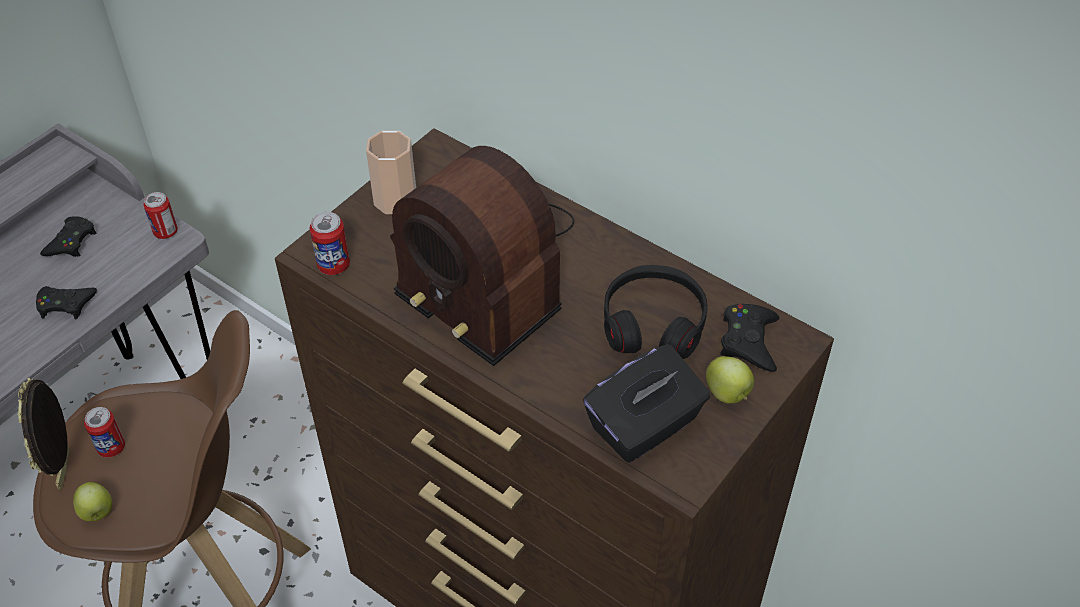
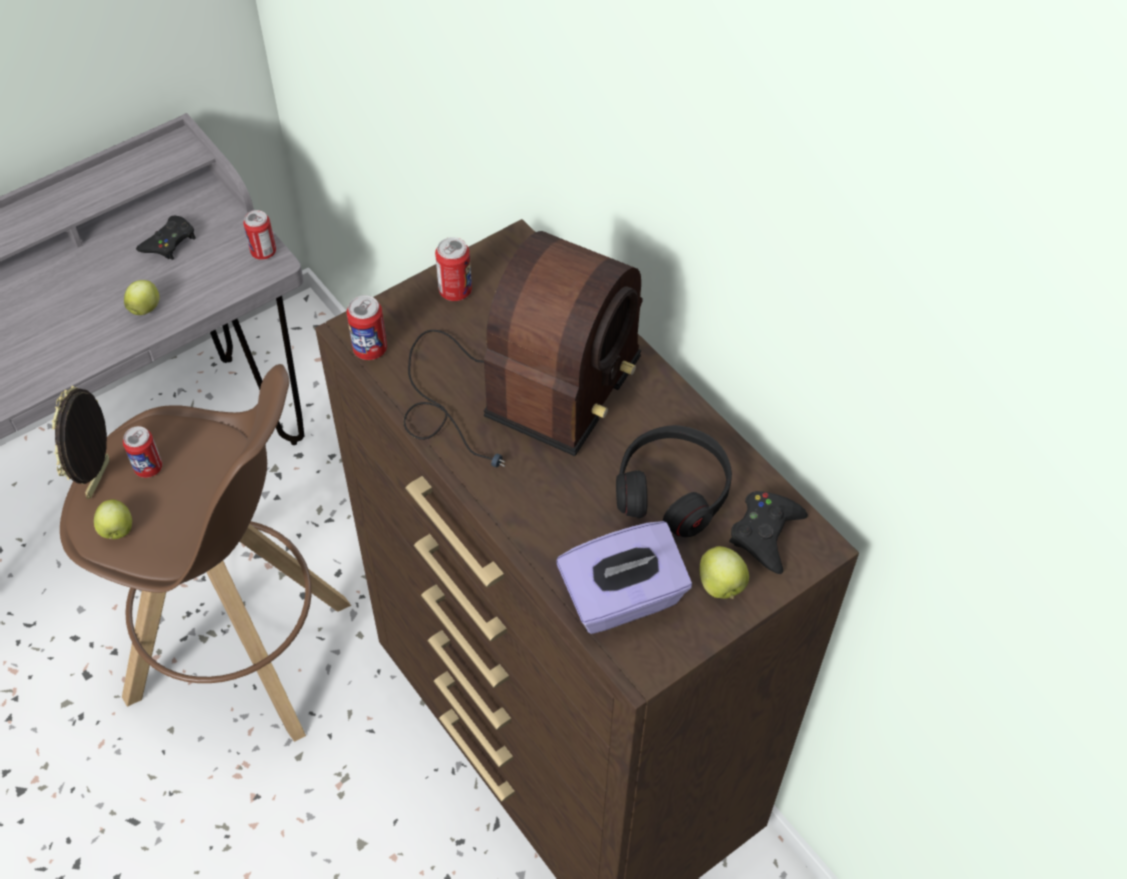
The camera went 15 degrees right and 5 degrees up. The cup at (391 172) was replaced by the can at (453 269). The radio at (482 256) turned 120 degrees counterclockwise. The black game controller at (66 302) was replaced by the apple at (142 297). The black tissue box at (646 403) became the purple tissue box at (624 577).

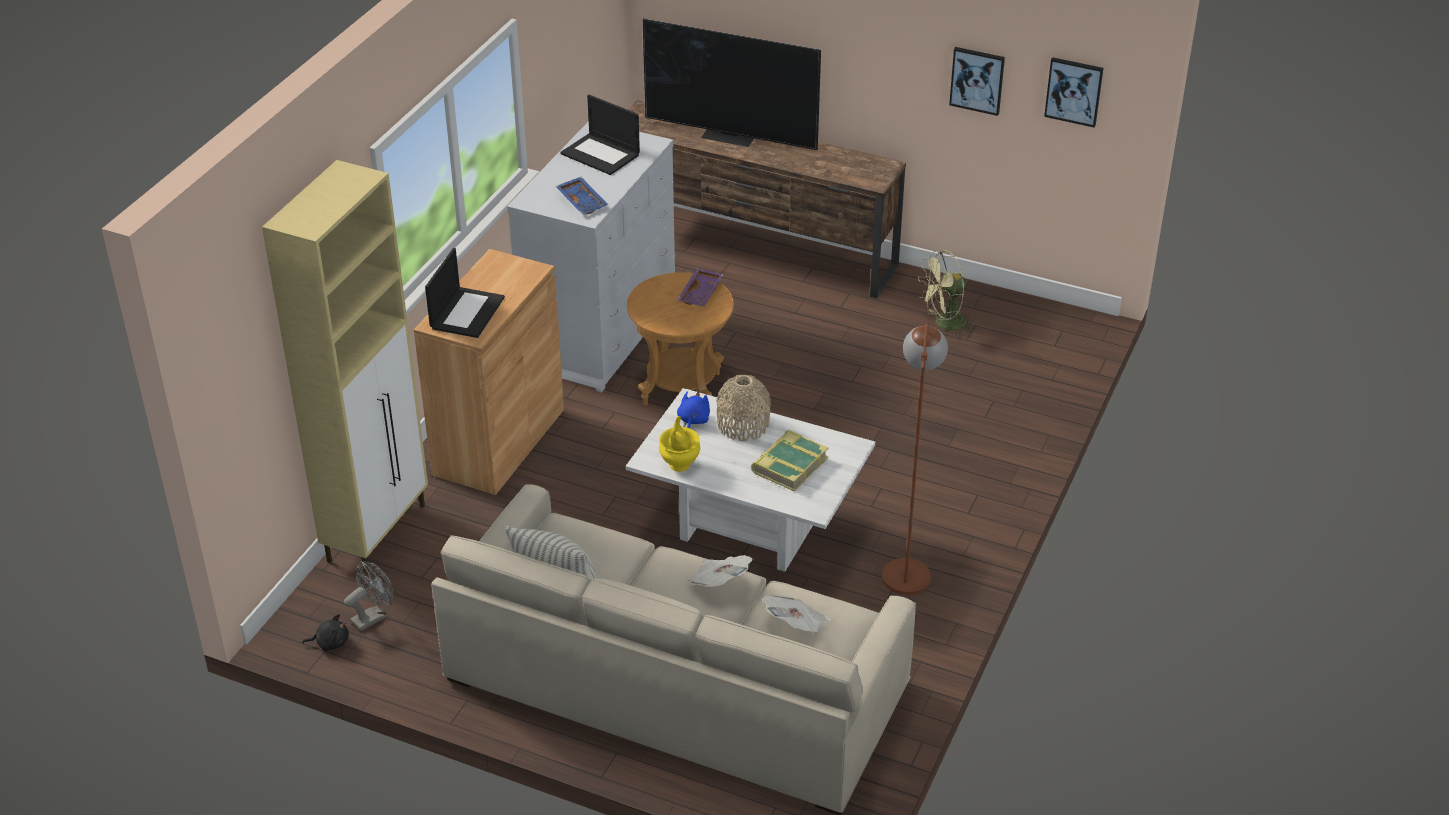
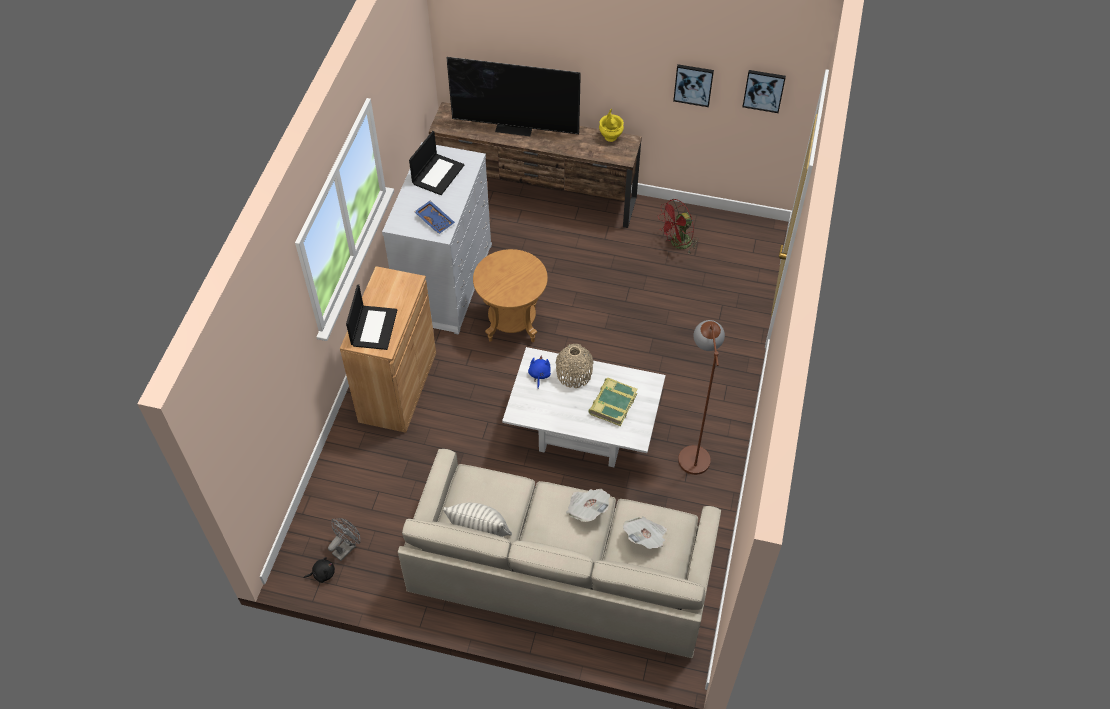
The camera went 10 degrees left and 15 degrees up. The laptop at (600 135) turned 90 degrees counterclockwise. The beige cabinet at (345 367) disappeared. The green fan at (947 293) became the red fan at (677 226). The purple tray at (700 287) disappeared. The yellow vase moved from (679 444) to (611 125).

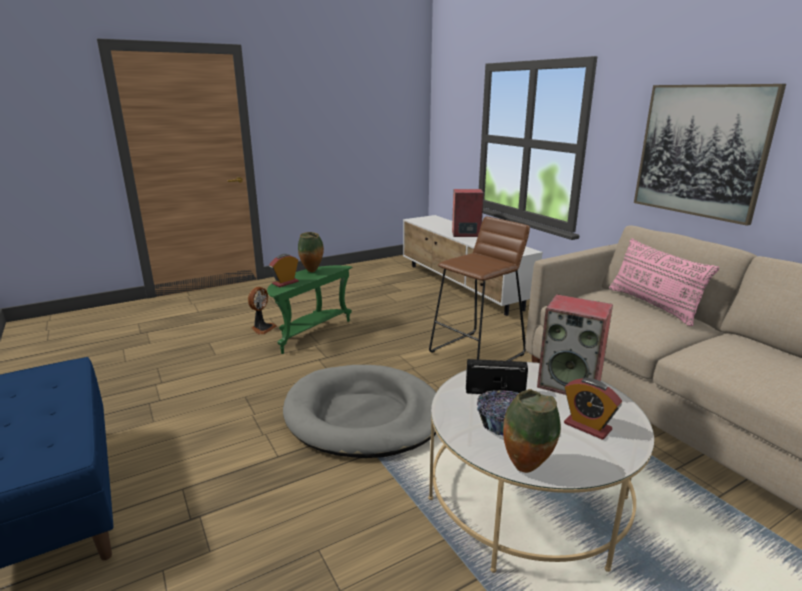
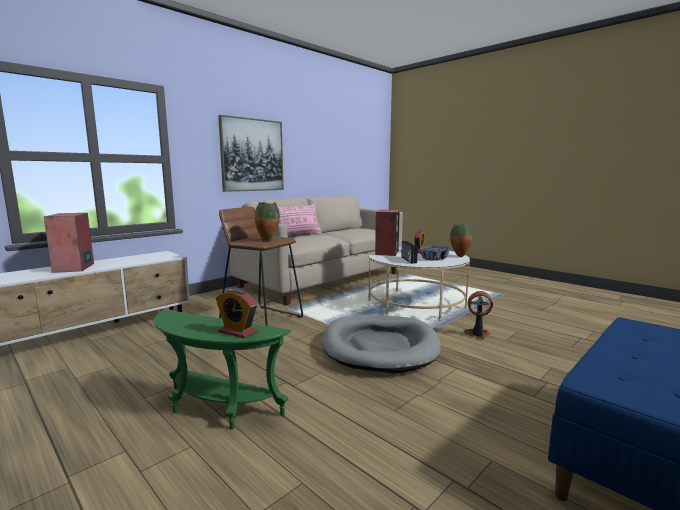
The camera went 105 degrees left and 10 degrees down. The vase moved from (311 252) to (267 221). The fan moved from (262 311) to (478 315).

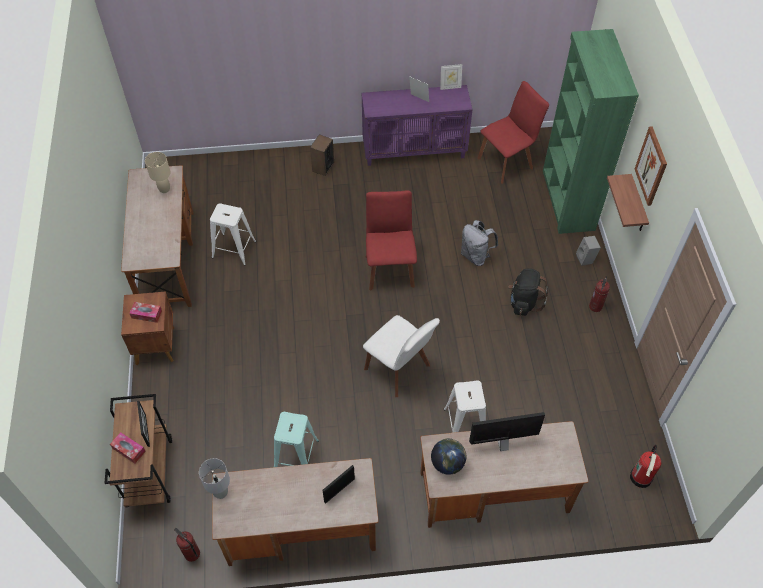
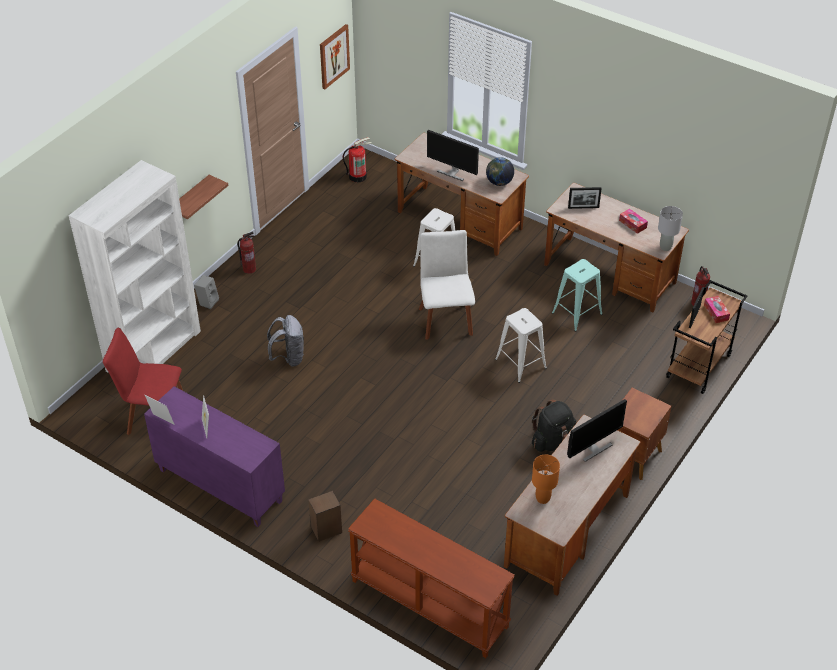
The camera went 140 degrees left and 10 degrees down. The green bookcase at (591 131) became the white bookcase at (135 266). The picture moved from (651 166) to (335 56). The beige table lamp at (158 172) became the orange table lamp at (546 479). The red chair at (391 240) disappeared. The white stool moved from (233 234) to (521 345). The black backpack moved from (528 292) to (554 425). The tissue box moved from (145 312) to (633 221). The monitor at (597 430) appeared. The brown console table at (431 578) appeared.

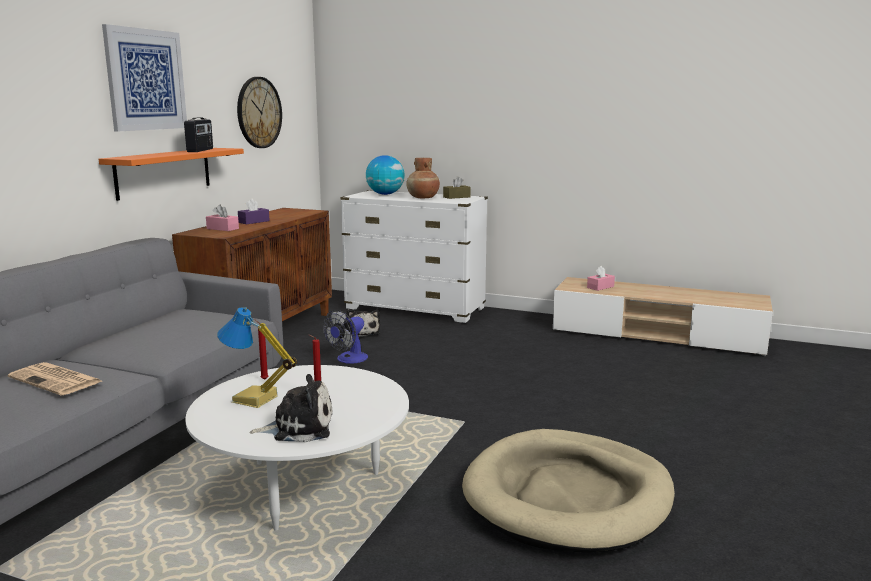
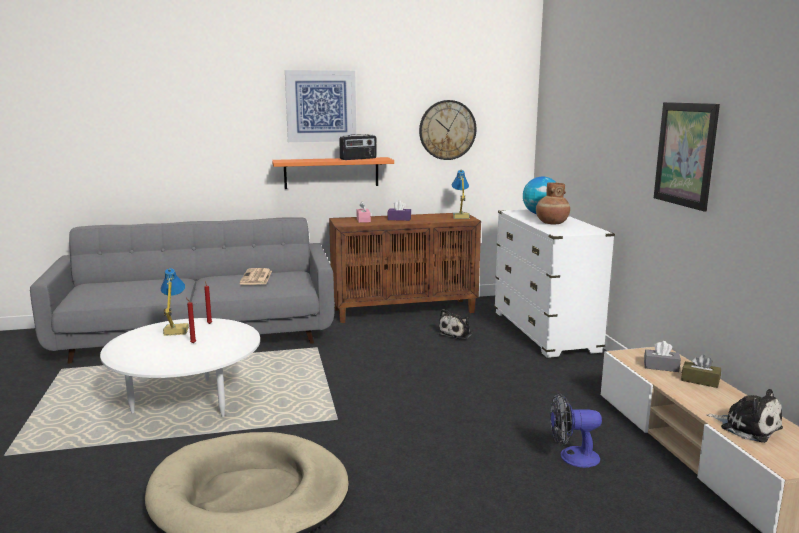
The camera went 55 degrees right and 0 degrees up. The brown tissue box moved from (457 187) to (701 371). The pink tissue box at (601 278) became the grey tissue box at (662 356). The fan moved from (345 337) to (576 430). The newspaper moved from (55 379) to (255 276). The plush toy moved from (290 408) to (744 416). The picture at (687 157) appeared. The table lamp at (461 194) appeared.

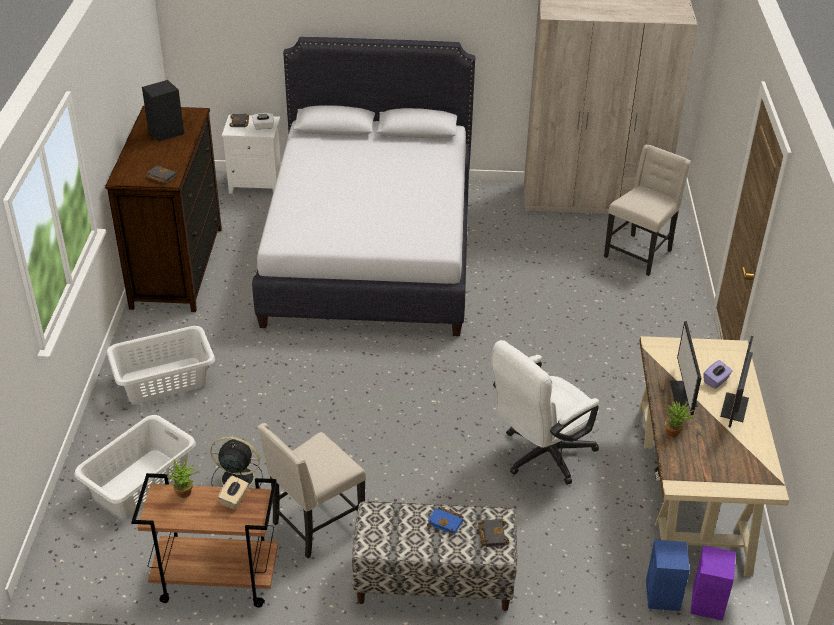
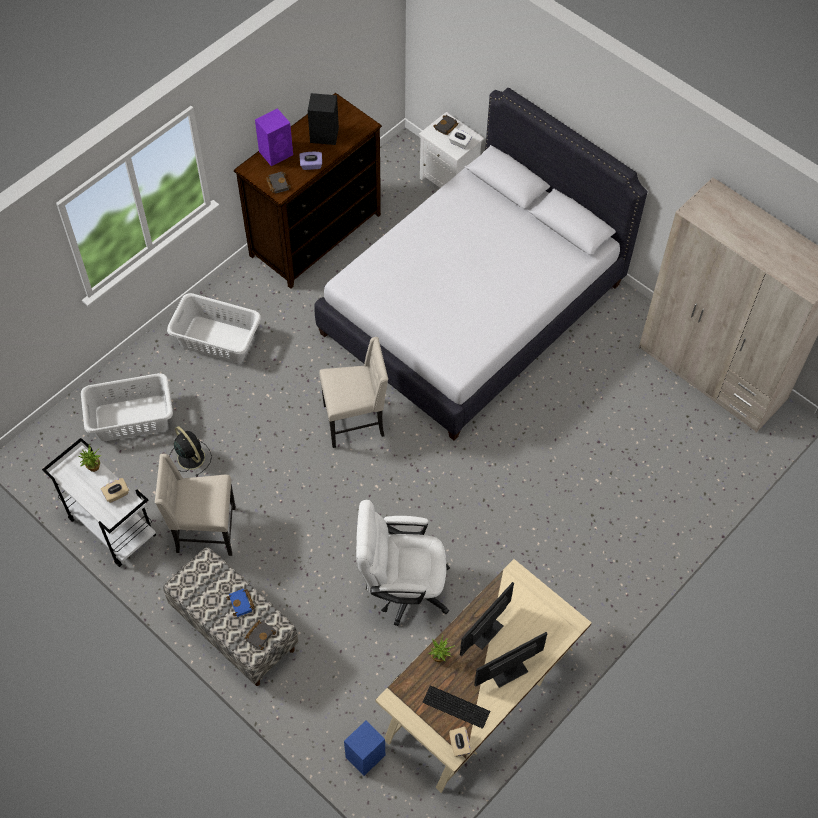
The camera went 40 degrees right and 20 degrees up. The beige chair moved from (647 210) to (353 392). The purple tissue box moved from (718 374) to (310 161). The brown cart at (205 540) became the white cart at (99 502). The purple speaker moved from (713 583) to (274 137). The keyboard at (456 707) appeared. The beige tissue box at (460 742) appeared.

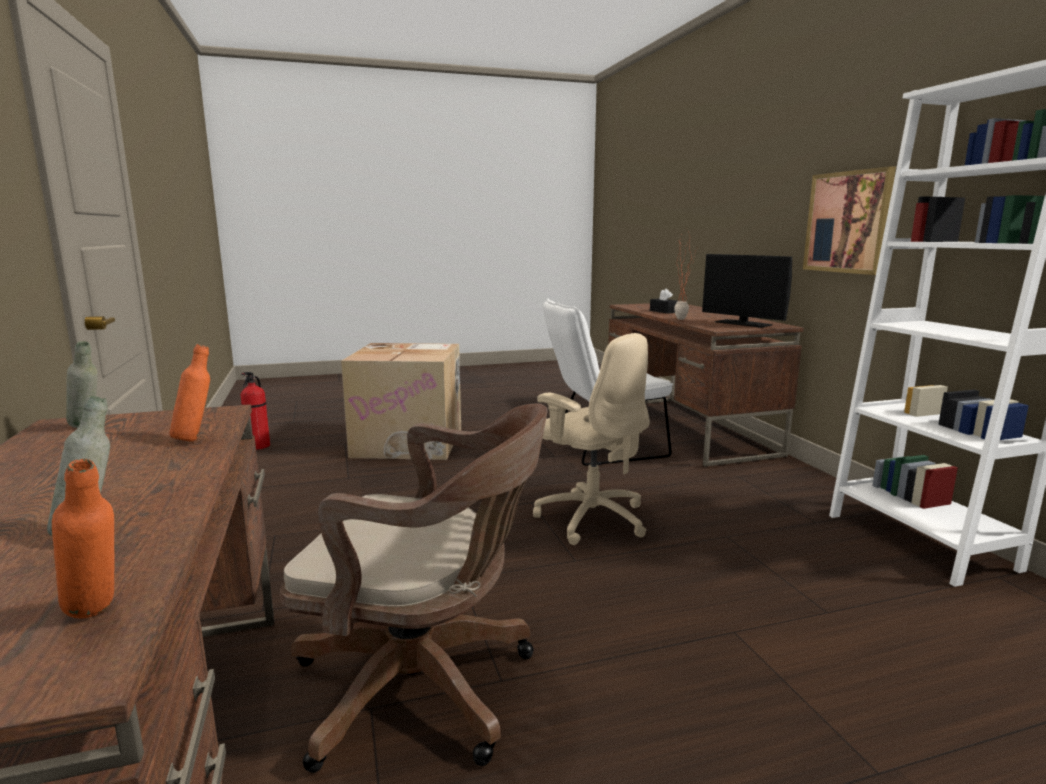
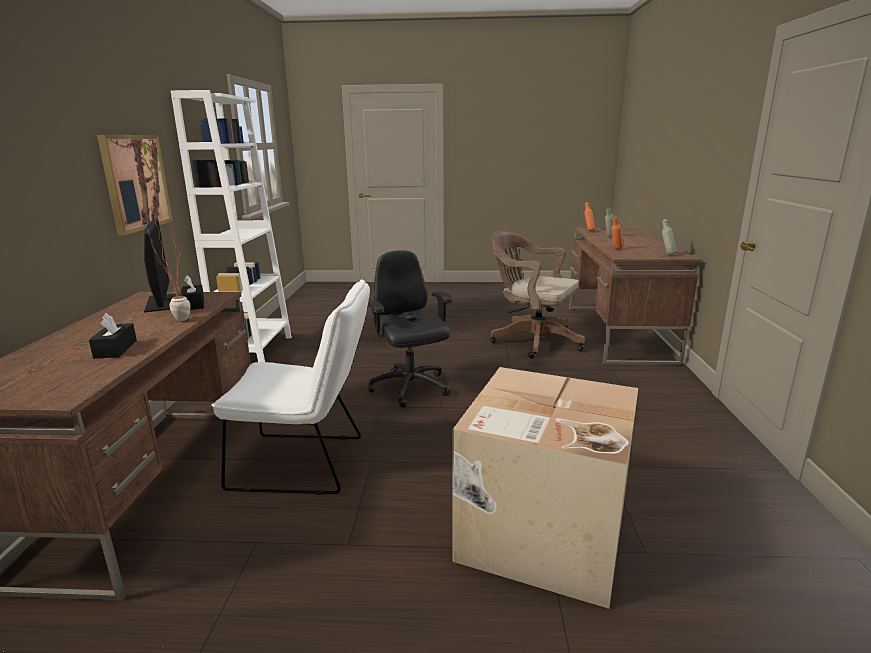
The camera went 160 degrees left and 5 degrees up. The beige office chair at (591 439) became the black office chair at (410 329). The fire extinguisher at (255 411) disappeared. The black tissue box at (192 292) appeared.

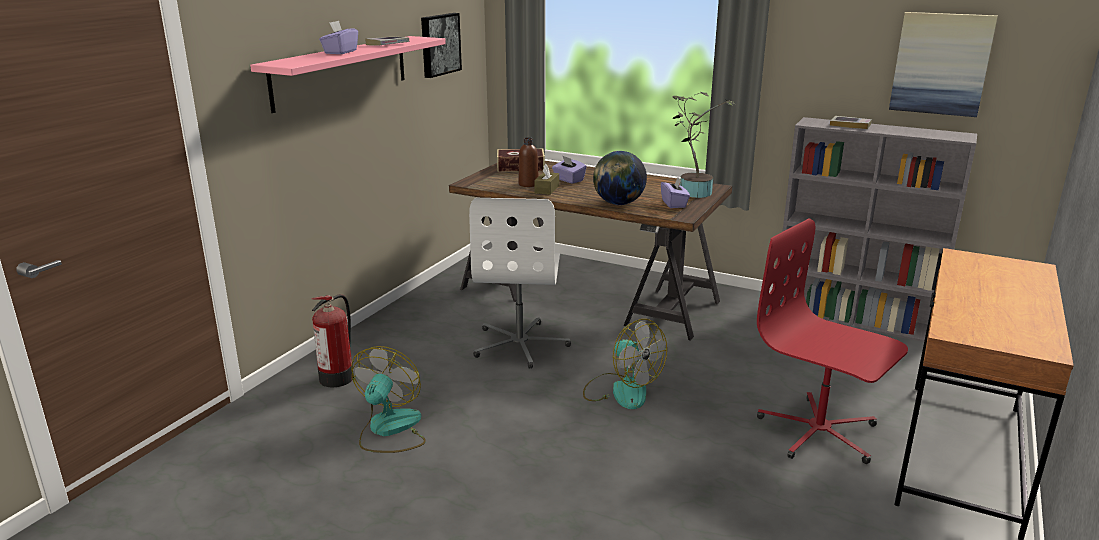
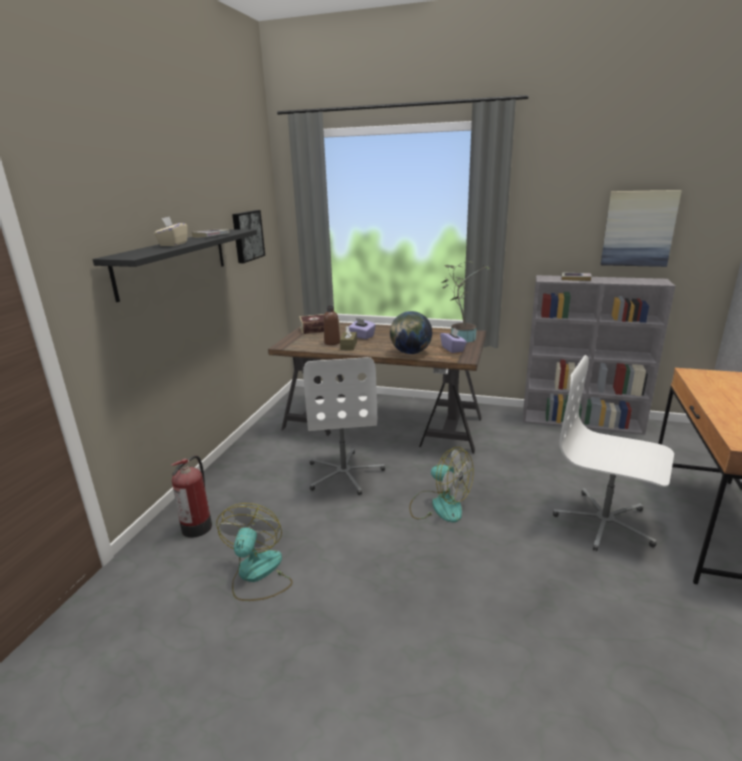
The camera went 10 degrees left and 0 degrees up. The purple tissue box at (338 37) became the beige tissue box at (171 231). The pink shelf at (348 74) became the black shelf at (175 266). The red office chair at (832 341) became the white office chair at (613 453).

